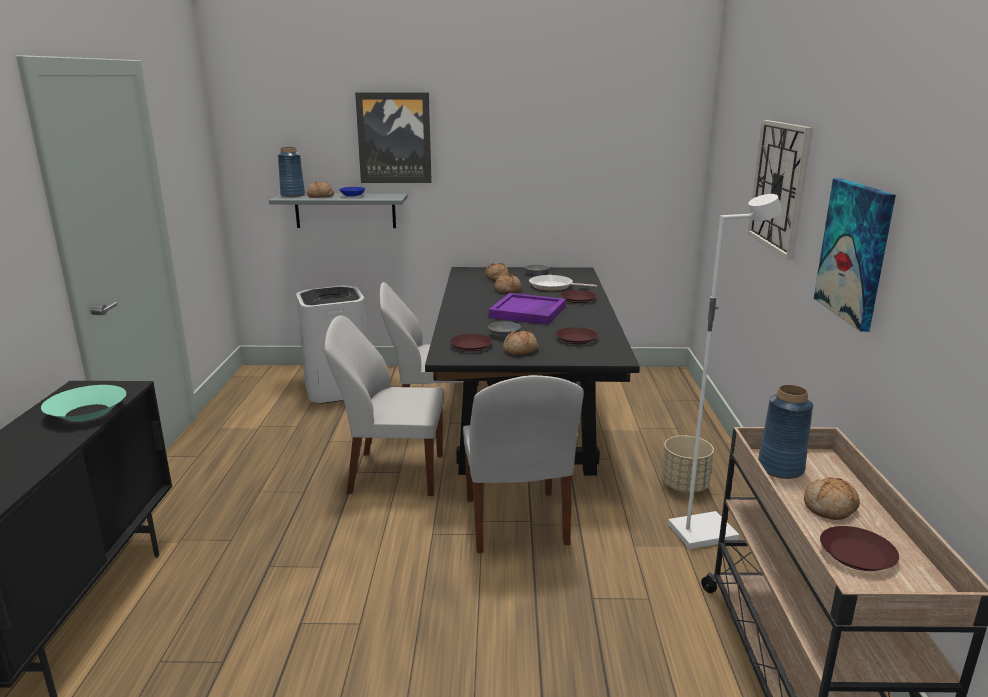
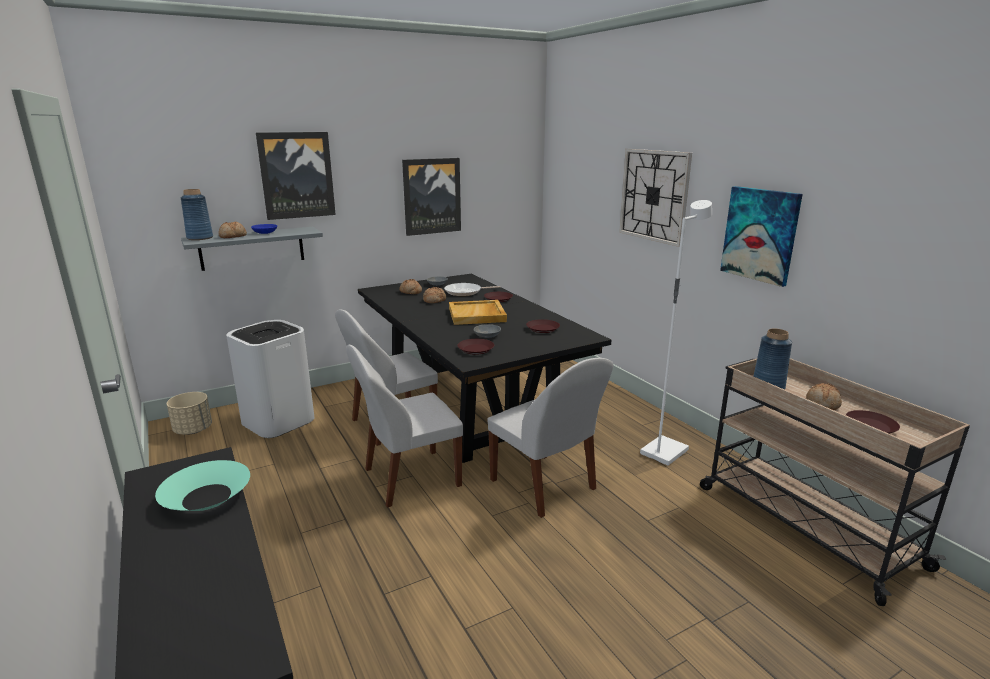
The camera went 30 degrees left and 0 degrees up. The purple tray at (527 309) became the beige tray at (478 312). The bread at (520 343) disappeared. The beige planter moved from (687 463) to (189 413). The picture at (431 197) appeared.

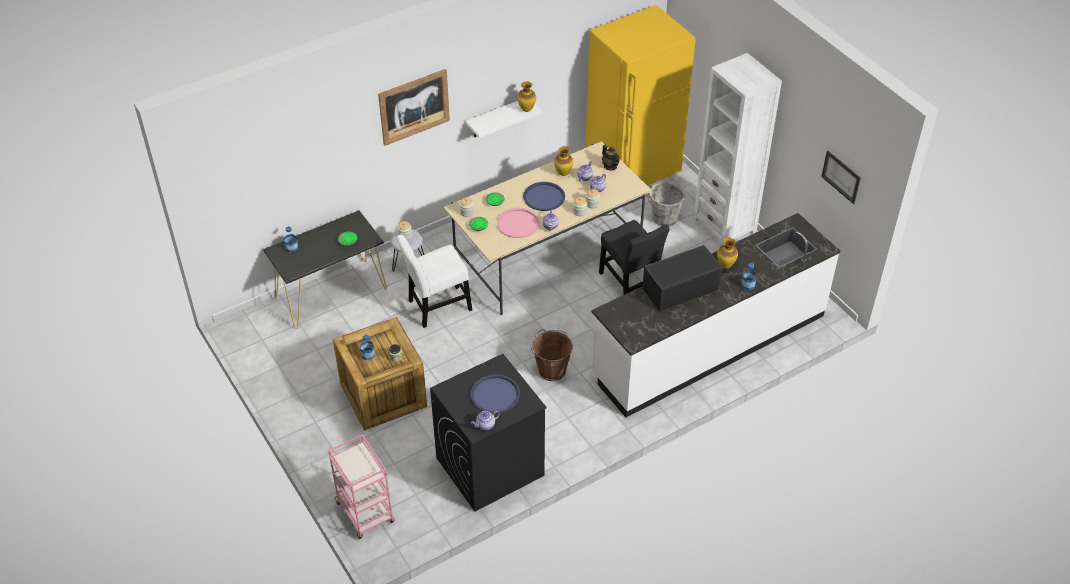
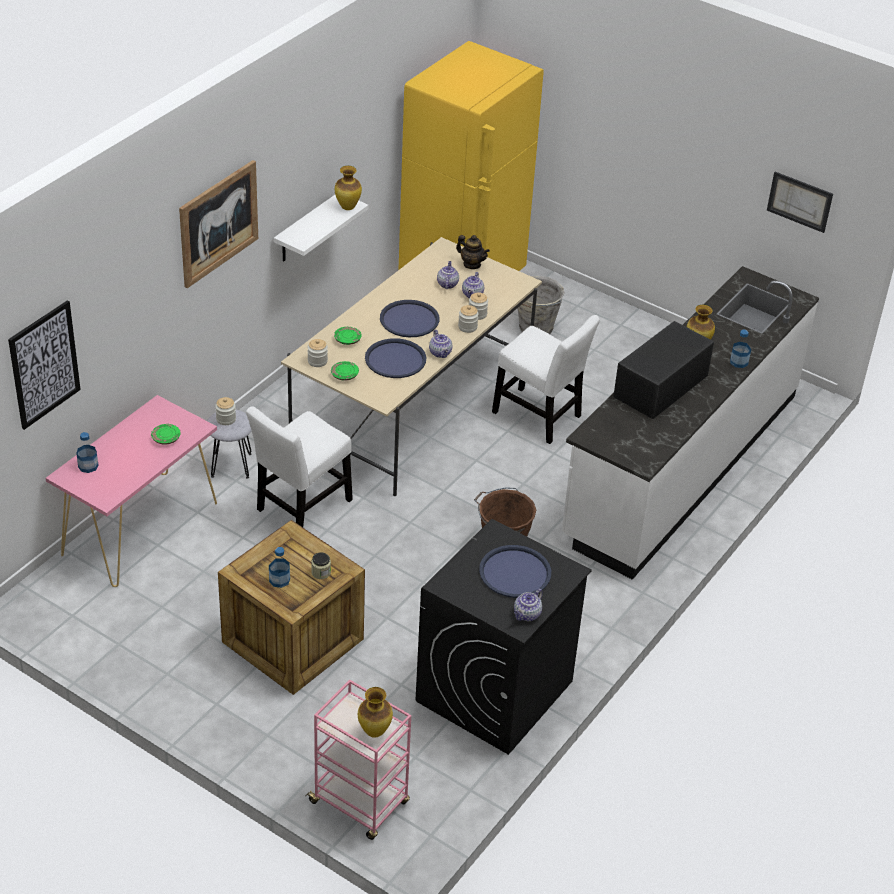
The camera went 25 degrees left and 5 degrees down. The white bookcase at (737 149) disappeared. The vase moved from (563 161) to (375 712). The pink tray at (518 223) became the blue tray at (395 358). The black console table at (325 270) became the pink console table at (131 491). The black chair at (634 257) became the white chair at (546 379). The picture at (44 365) appeared.

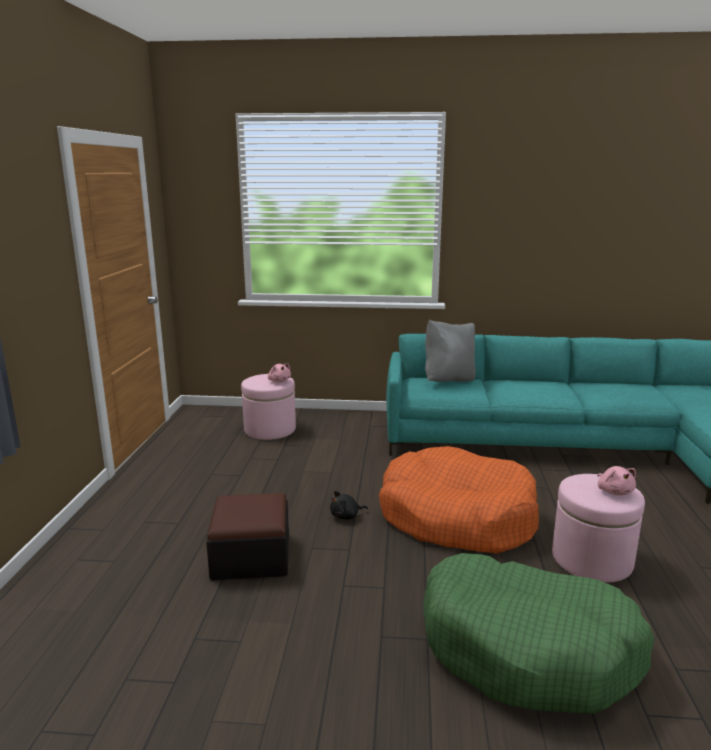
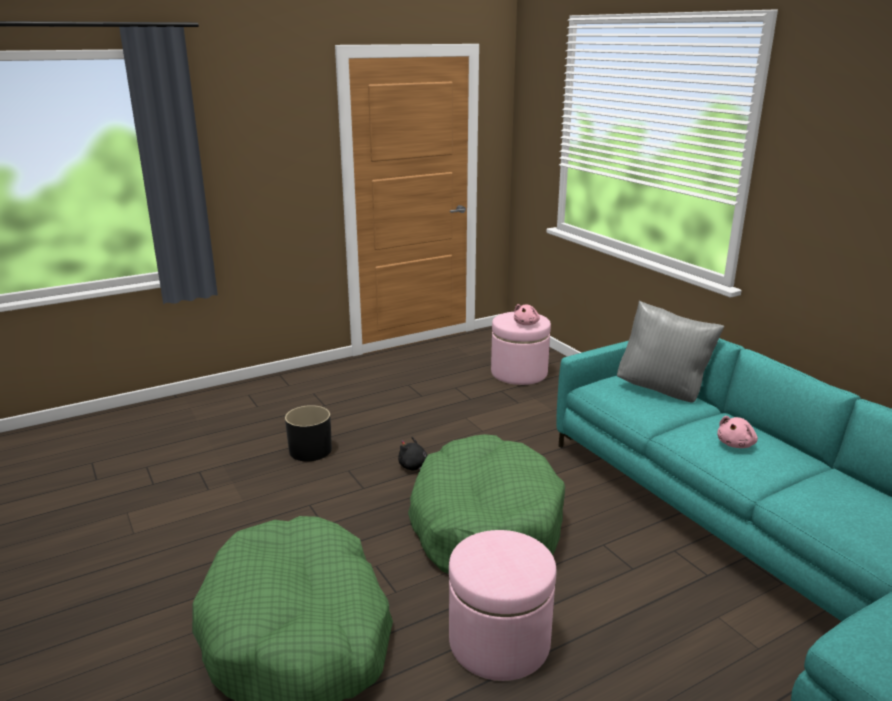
The camera went 55 degrees right and 5 degrees up. The orange dog bed at (459 500) became the green dog bed at (486 504). The pink plush toy moved from (617 481) to (737 432). The ottoman at (247 536) was replaced by the black planter at (308 433).

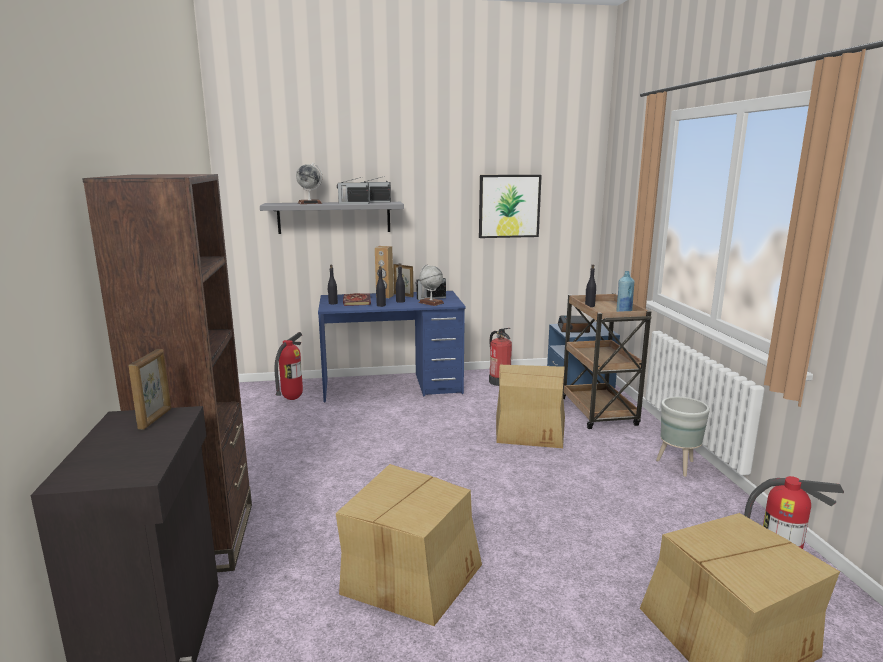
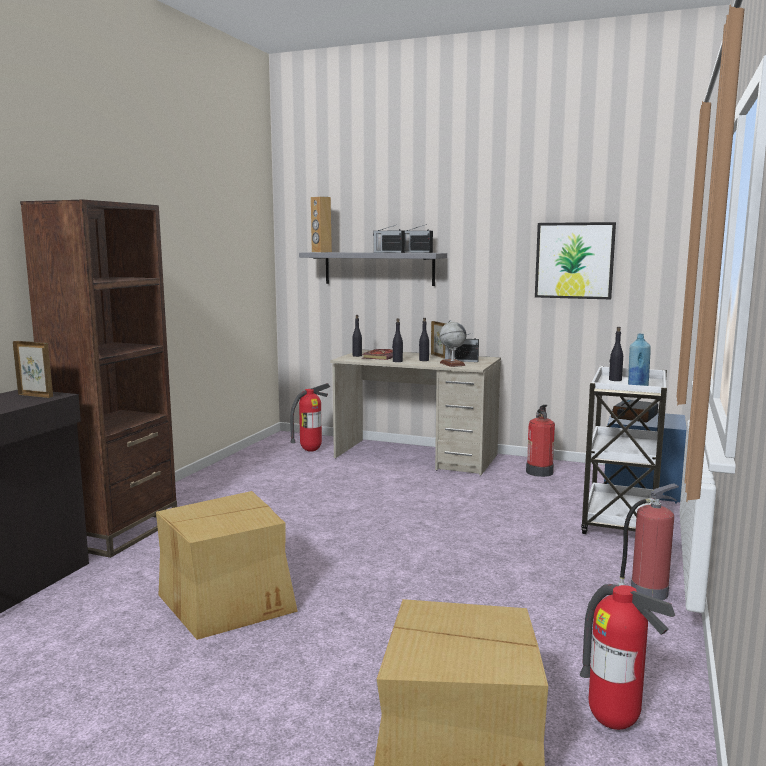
The camera went 30 degrees right and 5 degrees down. The globe at (309 183) disappeared. The brown speaker moved from (384 272) to (321 224). The blue desk at (392 346) became the beige desk at (415 413). The brown cart at (607 361) became the white cart at (624 450). The picture frame at (149 389) turned 105 degrees counterclockwise. The cardboard box at (530 406) disappeared. The grey planter at (683 437) was replaced by the fire extinguisher at (648 541).

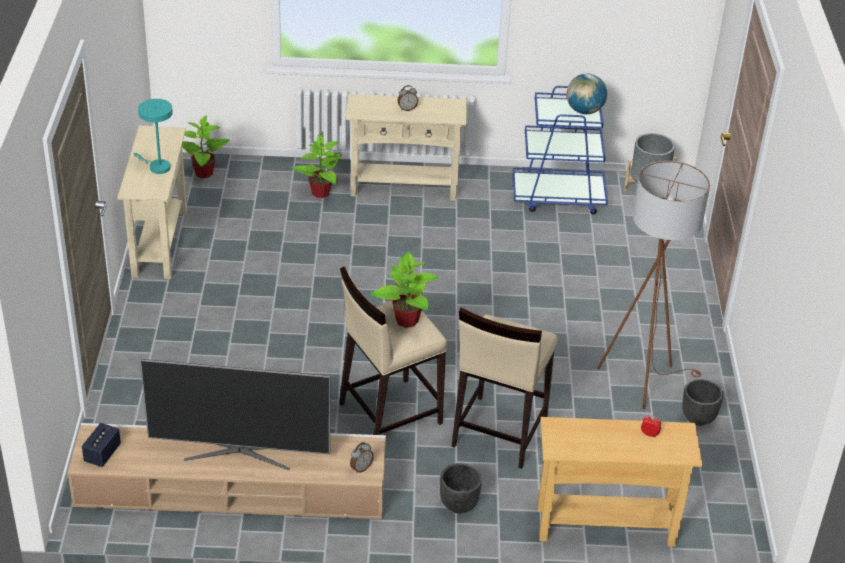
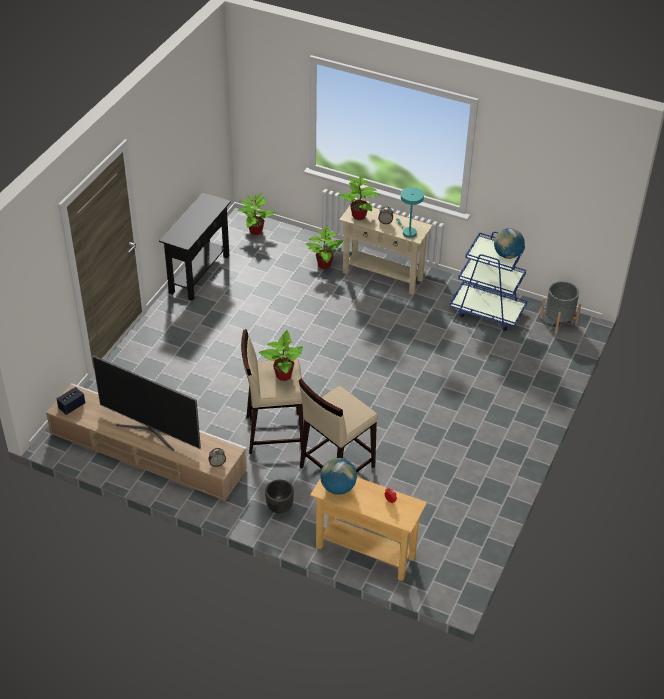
The camera went 25 degrees right and 5 degrees up. The turquoise table lamp moved from (153 136) to (410 212). The beige console table at (152 202) became the black console table at (195 246). The brown floor lamp at (653 285) disappeared. The black planter at (702 402) disappeared. The potted plant at (358 198) appeared. The globe at (338 476) appeared.

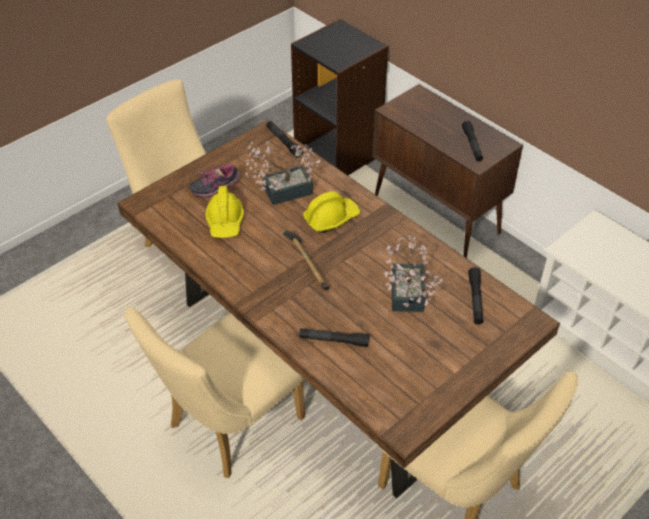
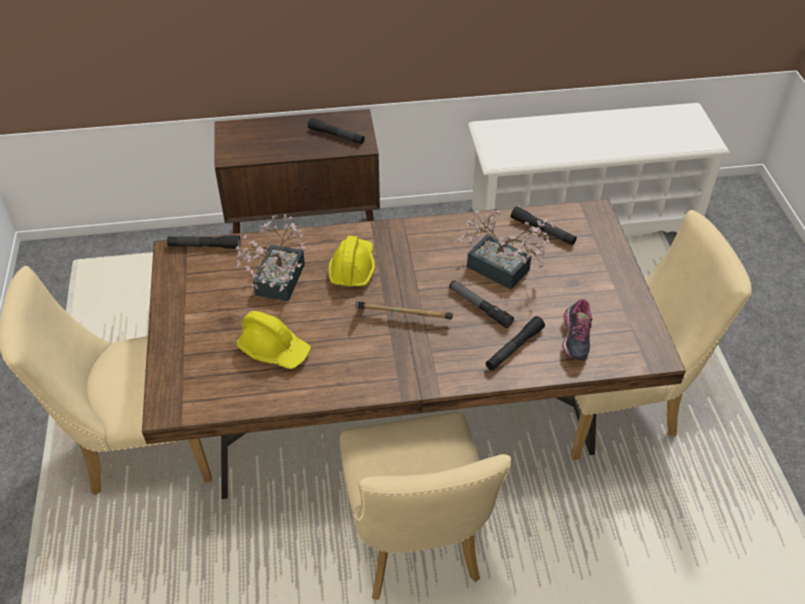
The camera went 55 degrees left and 0 degrees up. The black bookcase at (339 97) disappeared. The shoe moved from (214 181) to (577 330). The flashlight at (481 304) appeared.

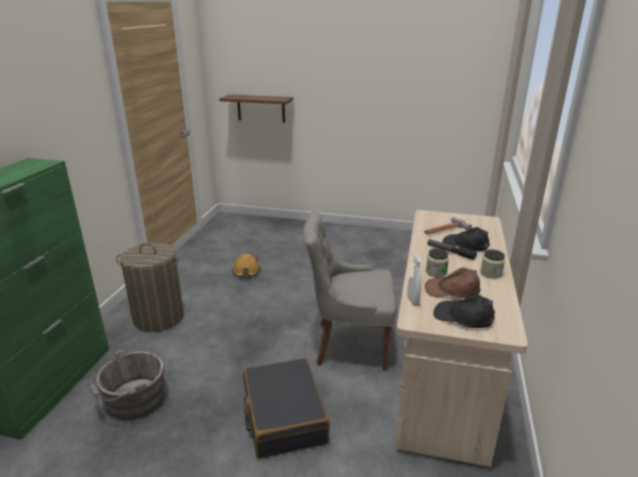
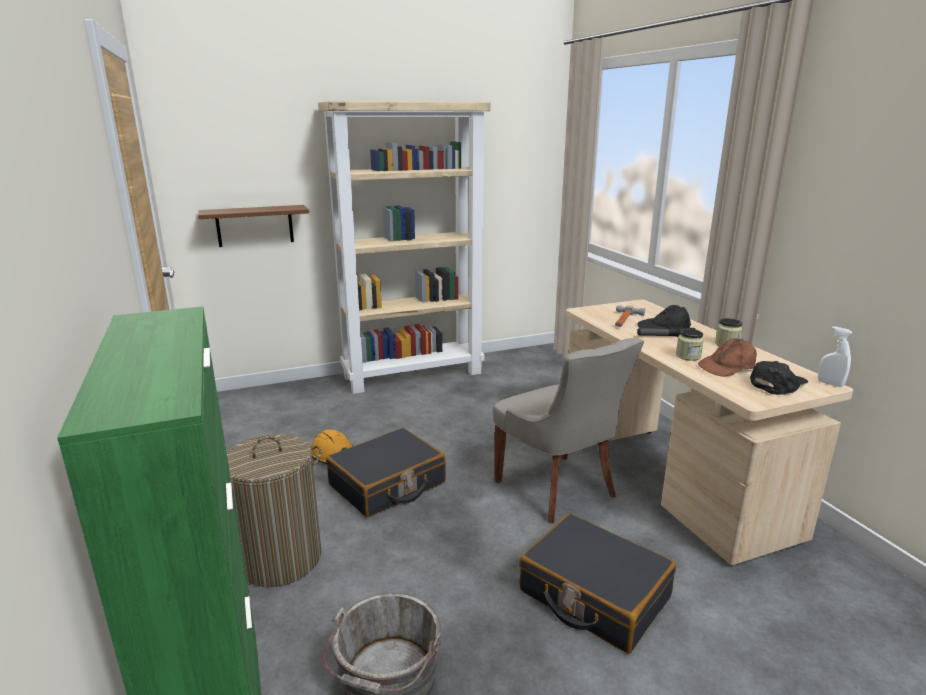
The camera went 35 degrees left and 5 degrees down. The grey chair at (350 291) turned 90 degrees counterclockwise. The white spray bottle moved from (414 279) to (835 356). The black cap at (464 311) turned 150 degrees clockwise. The beige bookcase at (404 247) appeared. The black suitcase at (386 472) appeared.

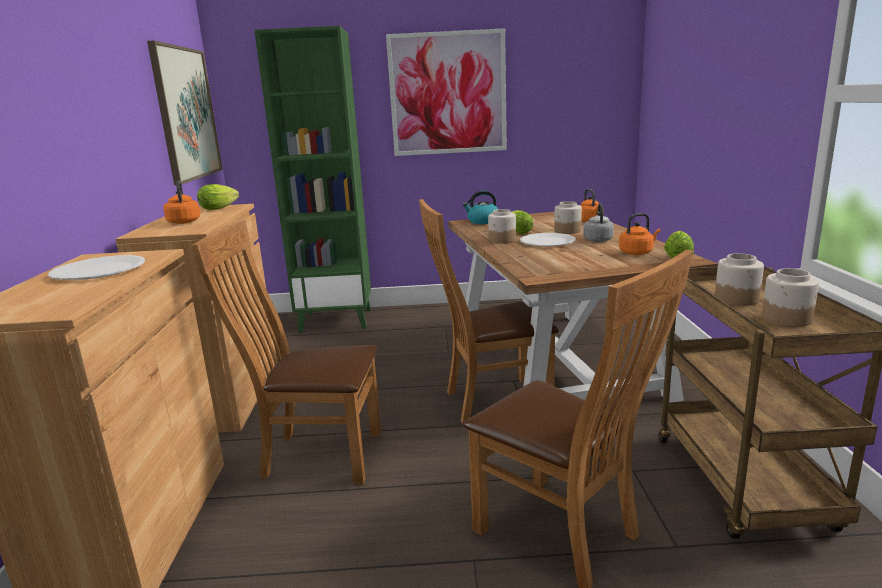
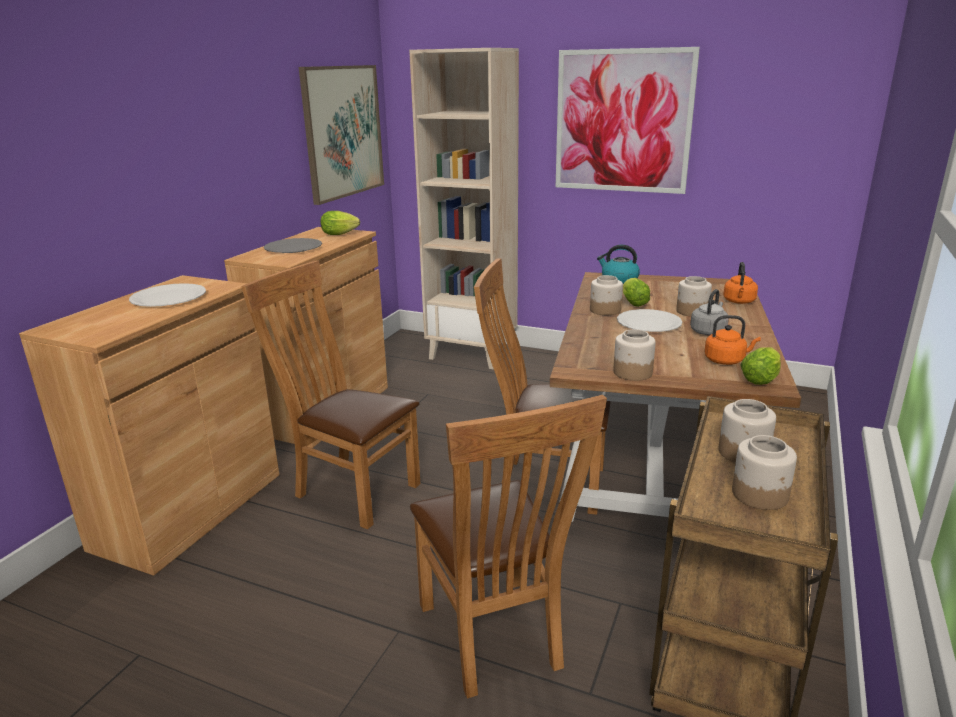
The camera went 25 degrees right and 5 degrees up. The green bookcase at (312 179) became the beige bookcase at (464 208). The orange kettle at (181 202) was replaced by the grey plate at (293 245). The jar at (634 355) appeared.

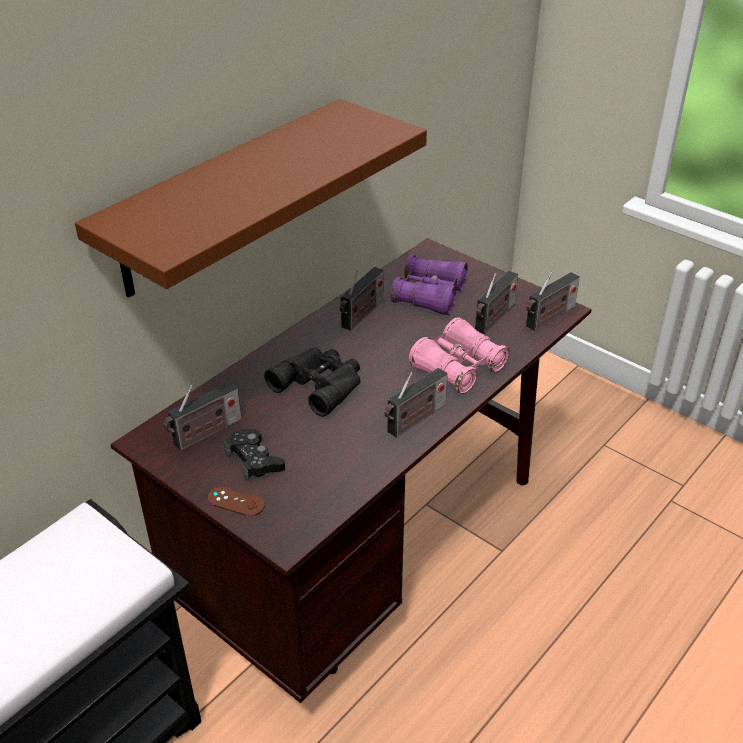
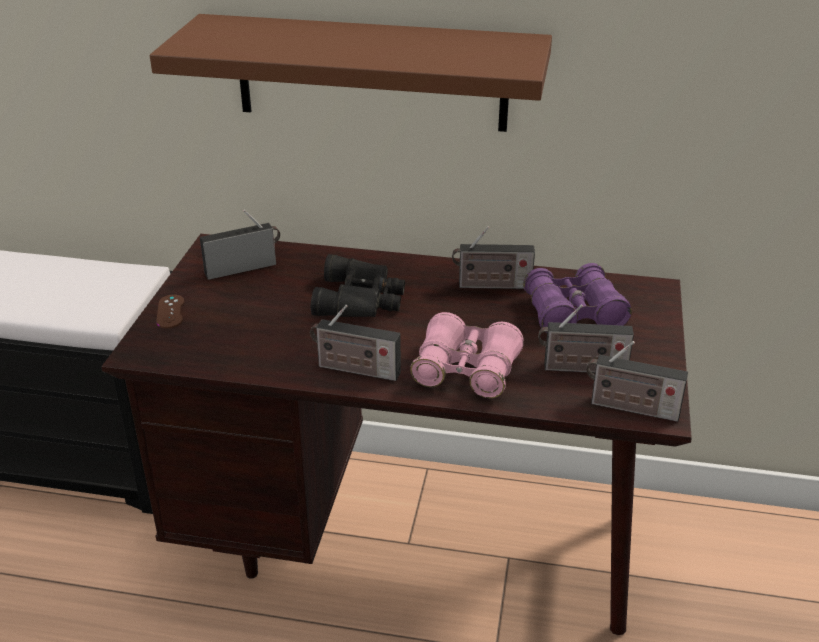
The camera went 60 degrees right and 5 degrees down. The radio at (203 416) turned 135 degrees clockwise. The black game controller at (254 455) disappeared.

